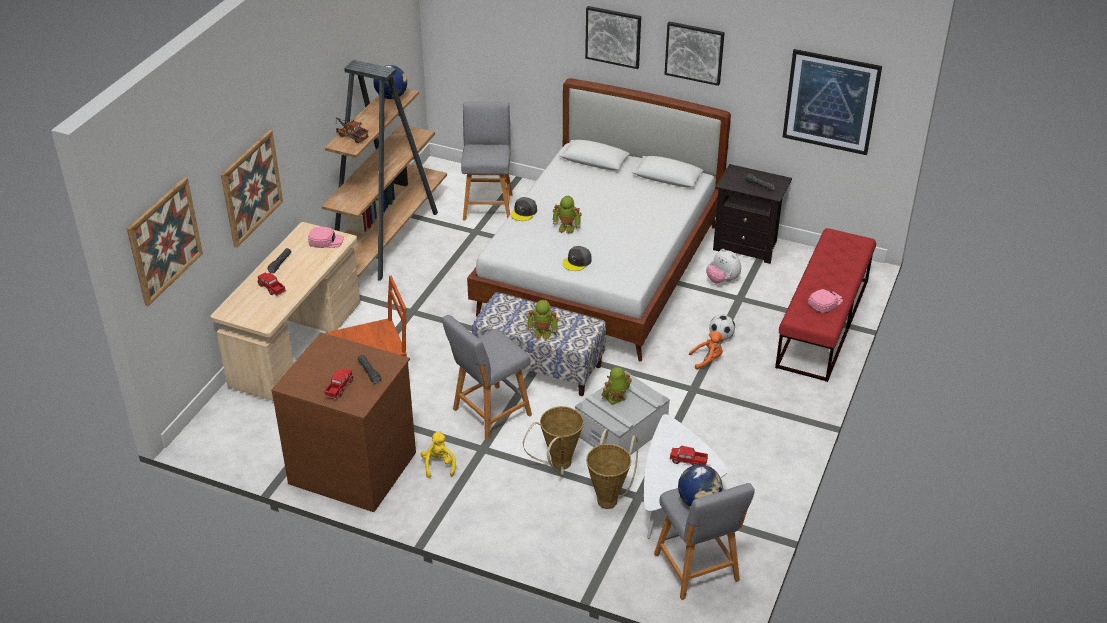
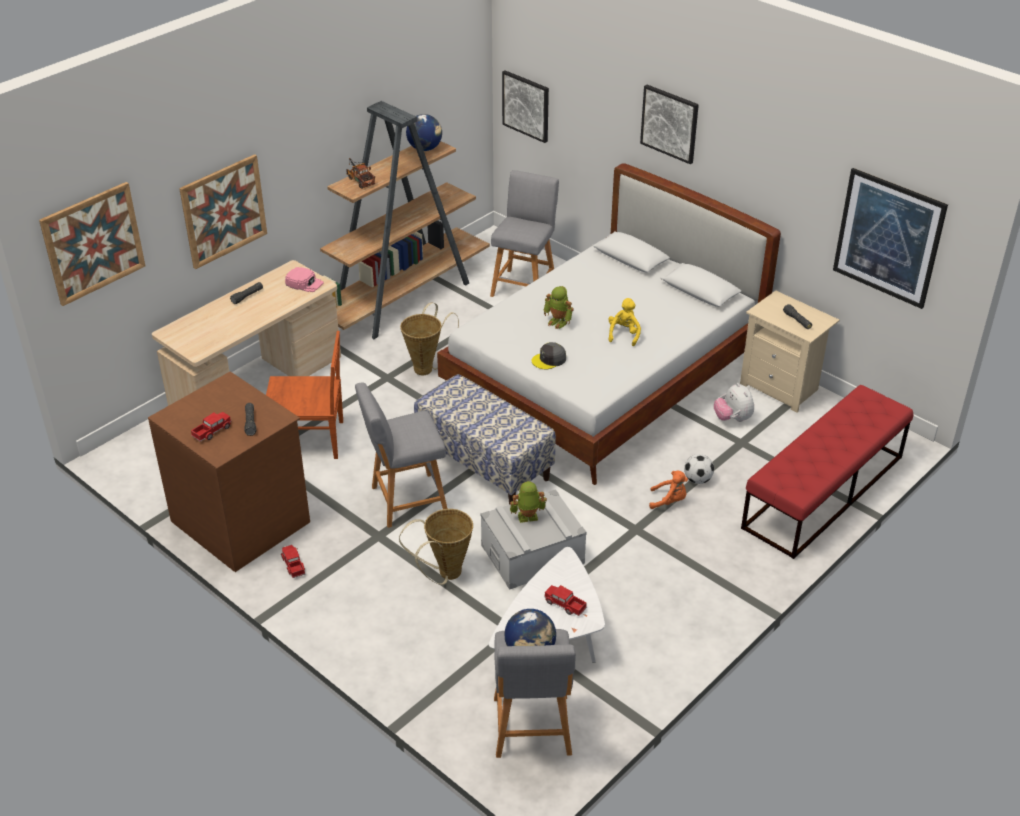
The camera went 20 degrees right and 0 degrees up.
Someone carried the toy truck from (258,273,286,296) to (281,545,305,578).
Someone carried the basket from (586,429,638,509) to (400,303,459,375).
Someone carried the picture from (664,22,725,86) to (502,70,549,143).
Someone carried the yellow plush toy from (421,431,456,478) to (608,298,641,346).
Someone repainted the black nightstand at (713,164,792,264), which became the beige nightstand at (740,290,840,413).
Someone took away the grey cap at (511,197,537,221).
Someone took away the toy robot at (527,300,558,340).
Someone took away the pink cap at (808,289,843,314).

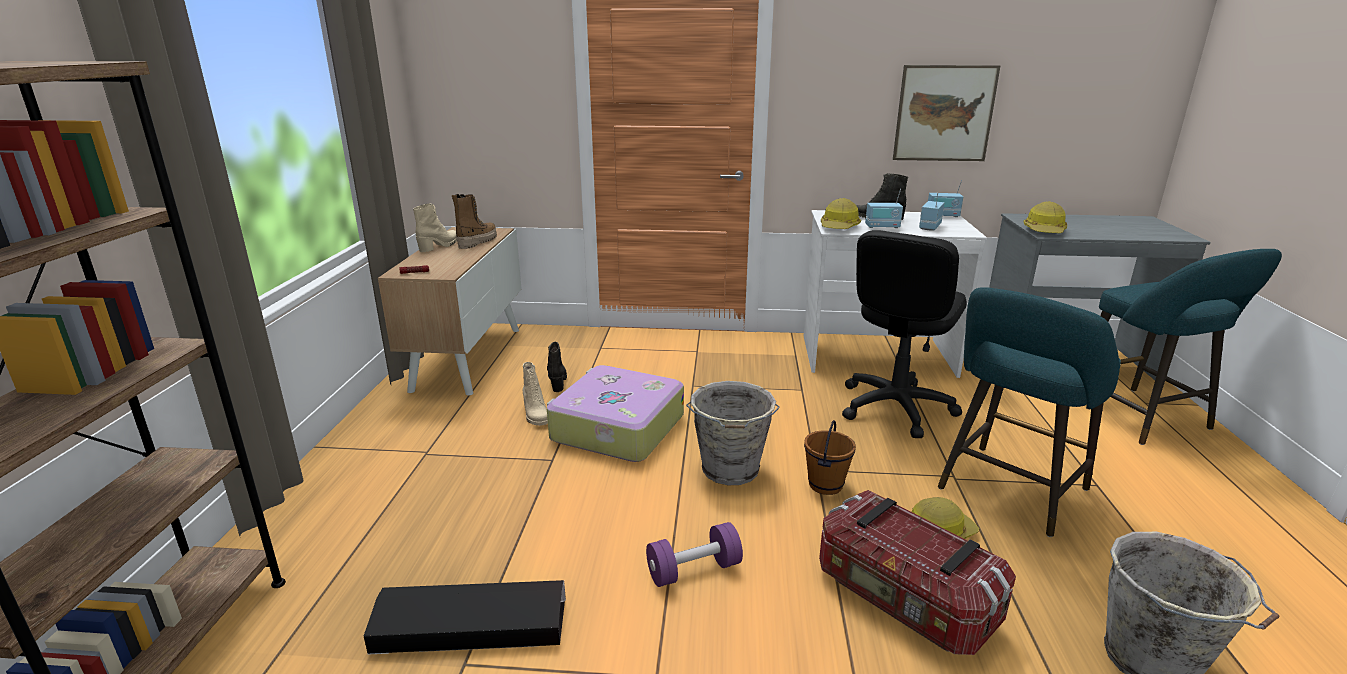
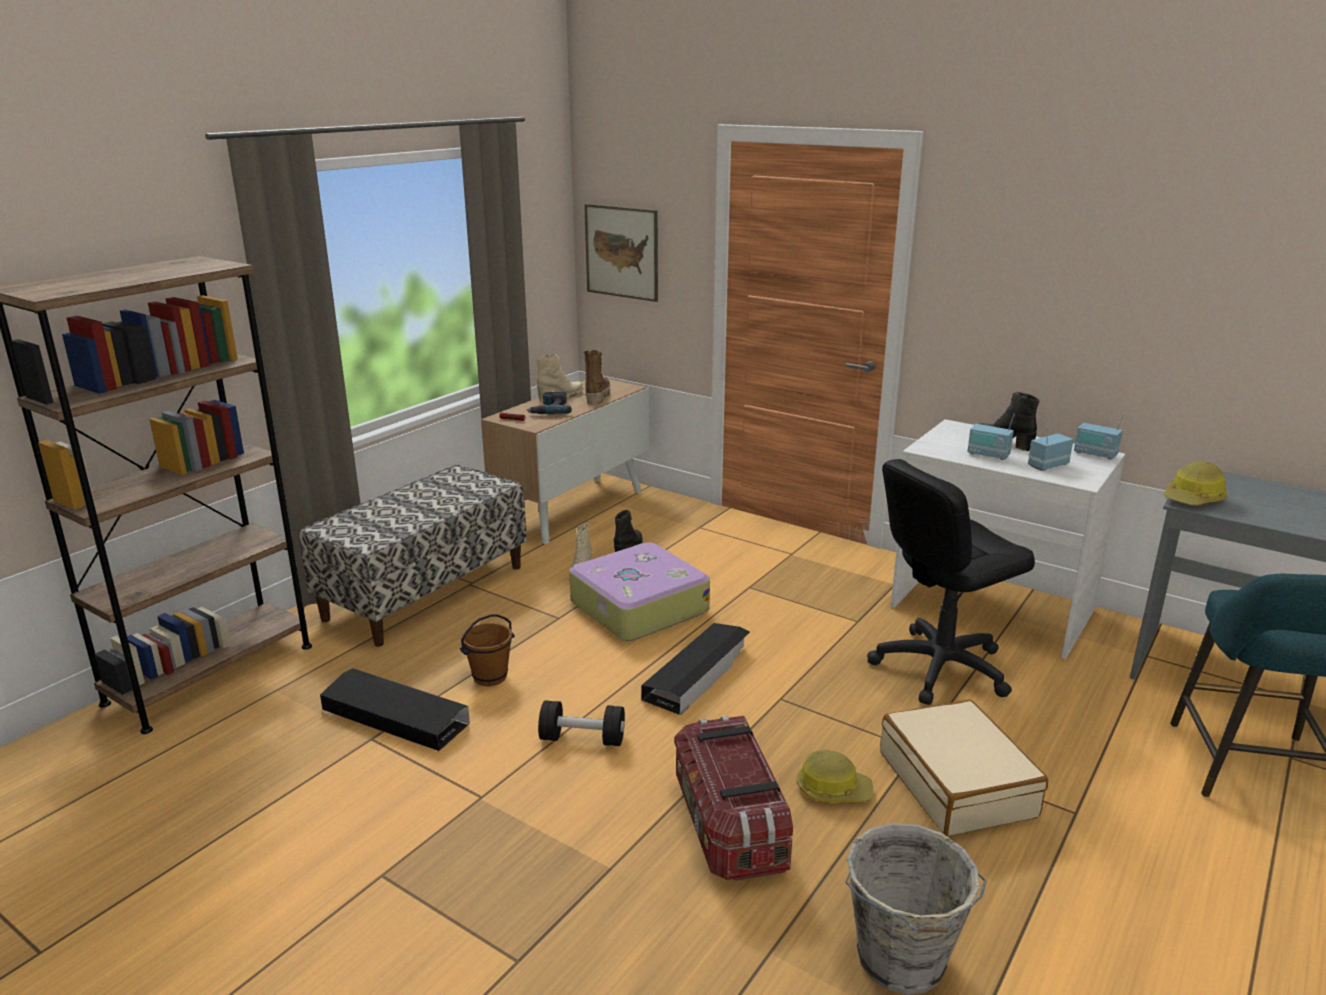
The camera went 30 degrees right and 0 degrees up.
Someone put down the bench at (299,465,527,647).
Someone carried the brown bucket from (804,420,856,495) to (460,614,515,686).
Someone put down the power drill at (526,392,572,414).
Someone repainted the purple dumbbell at (646,522,743,587), which became the black dumbbell at (538,700,625,746).
Someone carried the picture from (893,65,1000,161) to (584,204,658,302).
Someone rotated the boot at (452,194,497,249) by 45 degrees counterclockwise.
Someone swapped the grey bucket at (686,381,780,485) for the black storage box at (641,623,750,715).
Someone swapped the turquoise stool at (938,287,1121,537) for the beige suitcase at (880,699,1048,836).
Someone took away the hard hat at (821,198,861,229).

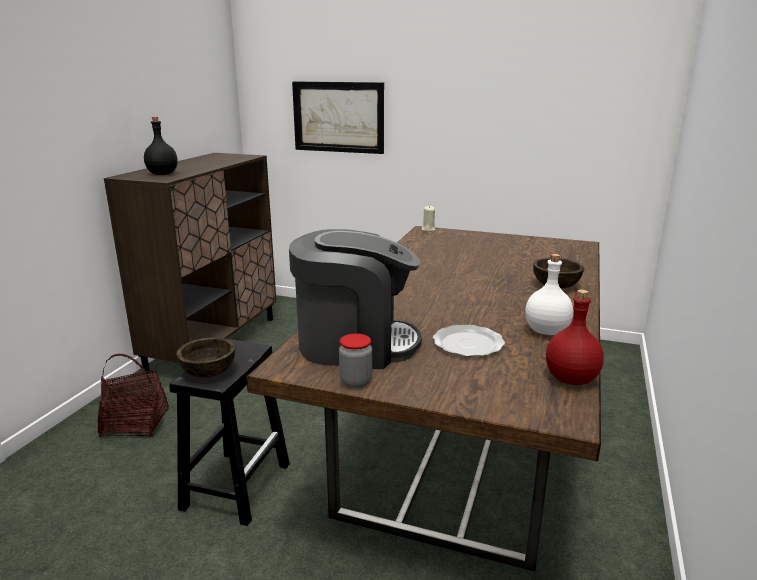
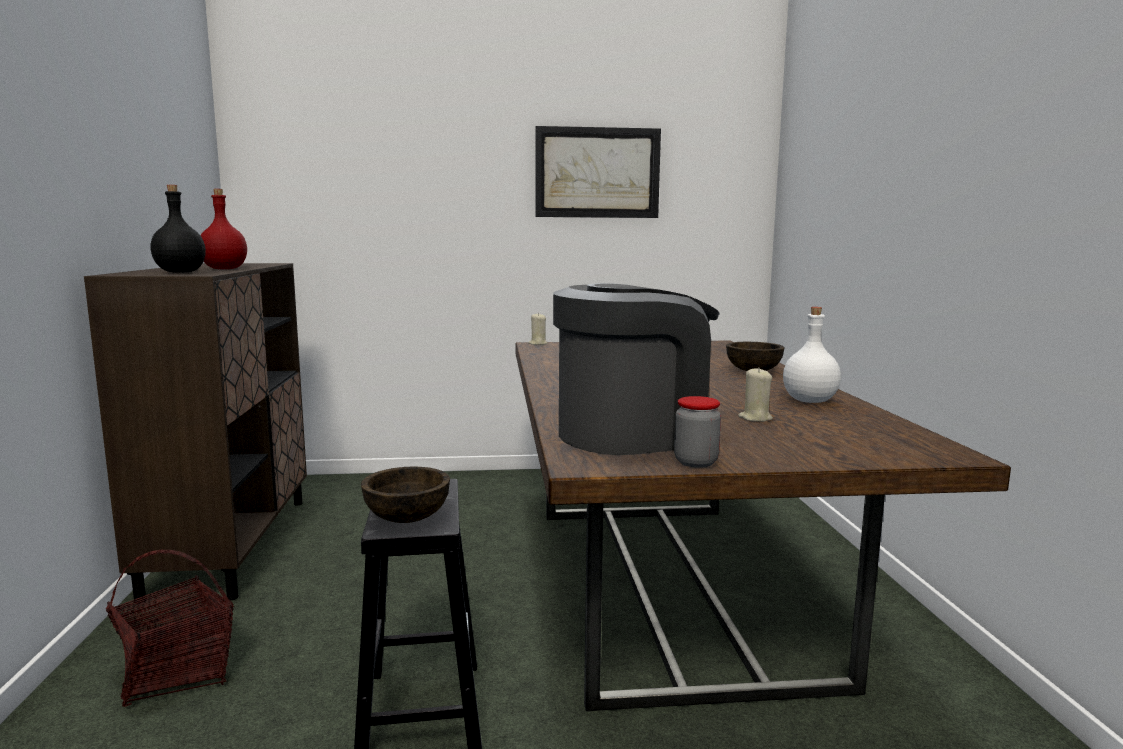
The camera went 25 degrees left and 10 degrees down.
Someone carried the red bottle from (546,289,604,385) to (201,189,247,269).
Someone carried the picture from (292,82,384,154) to (535,126,661,218).
Someone swapped the plate at (433,325,505,357) for the beige candle at (738,367,773,422).

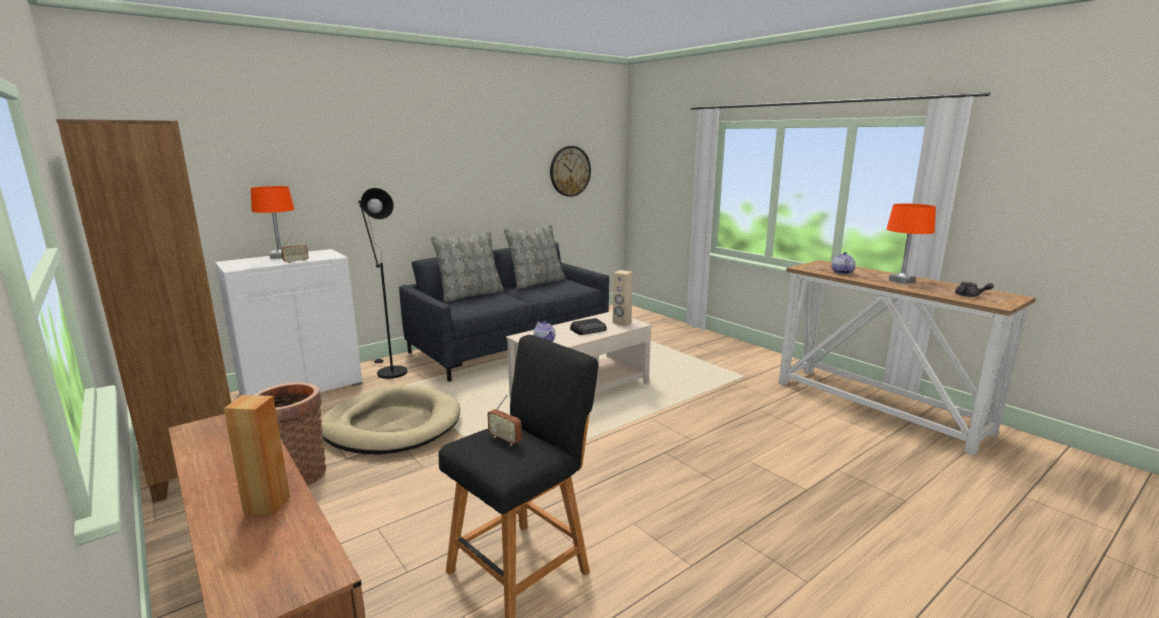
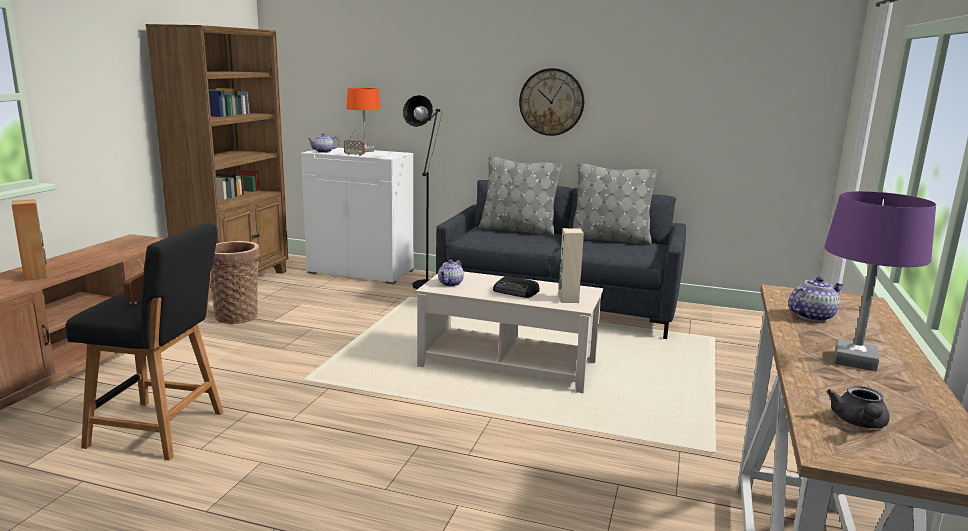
The camera went 55 degrees right and 0 degrees up.
Someone put down the teapot at (307,133,340,153).
Someone carried the wall clock from (550,146,591,197) to (519,68,584,136).
Someone repainted the orange table lamp at (887,204,936,284), which became the purple table lamp at (824,191,936,372).
Someone took away the beige dog bed at (321,385,460,454).

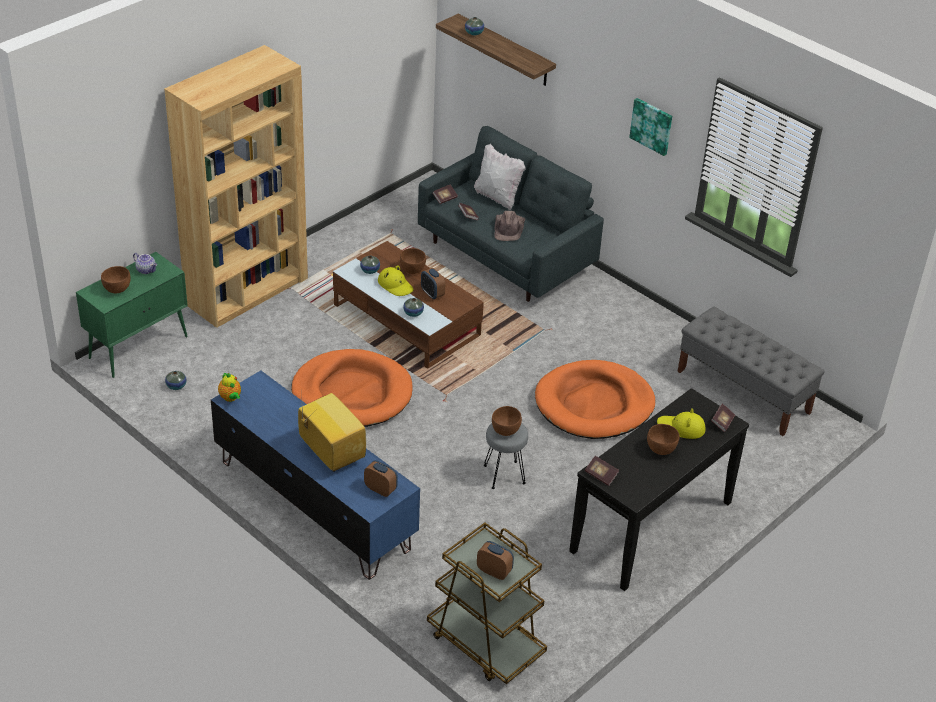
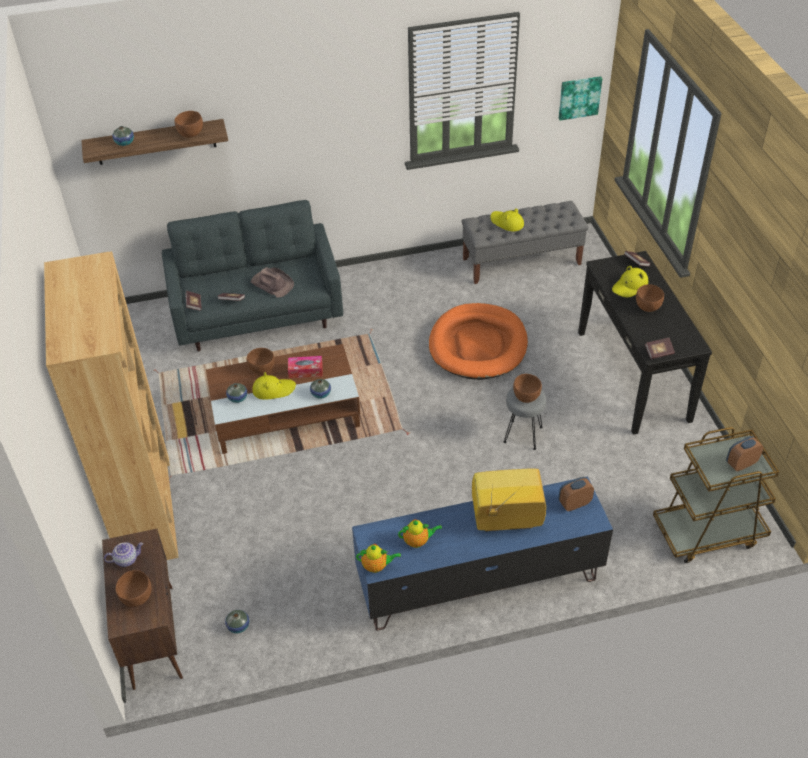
The camera went 55 degrees left and 5 degrees up.
Someone repainted the green cabinet at (76,252,188,378), which became the brown cabinet at (102,529,183,690).
Someone put down the brown bowl at (175,111,203,138).
Someone swapped the alarm clock at (421,268,445,299) for the tissue box at (288,356,322,378).
Someone put down the teapot at (398,519,442,548).
Someone put down the yellow hat at (490,208,524,231).
Someone carried the picture from (629,98,672,156) to (559,76,602,121).
Someone took away the orange dog bed at (291,349,412,427).
Someone took away the white pillow at (474,144,526,210).

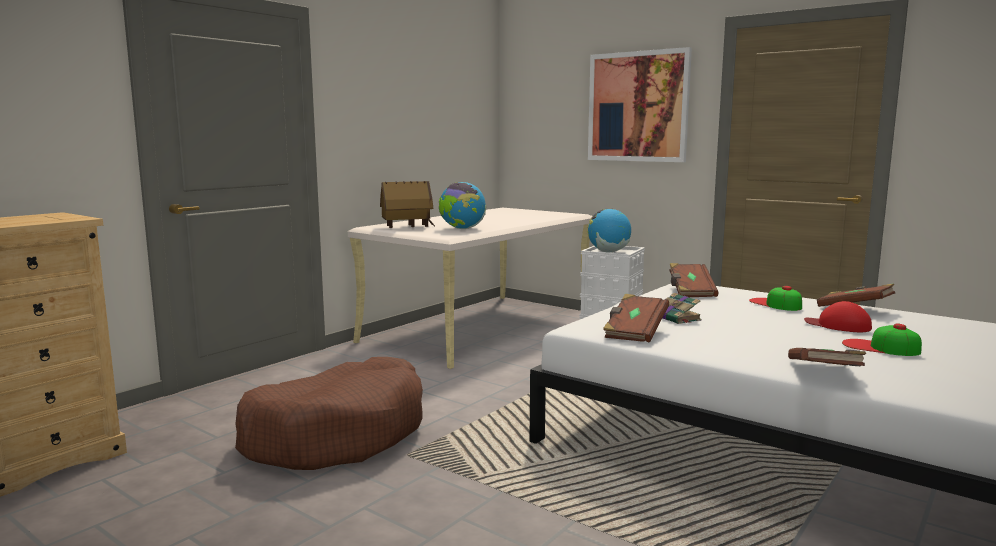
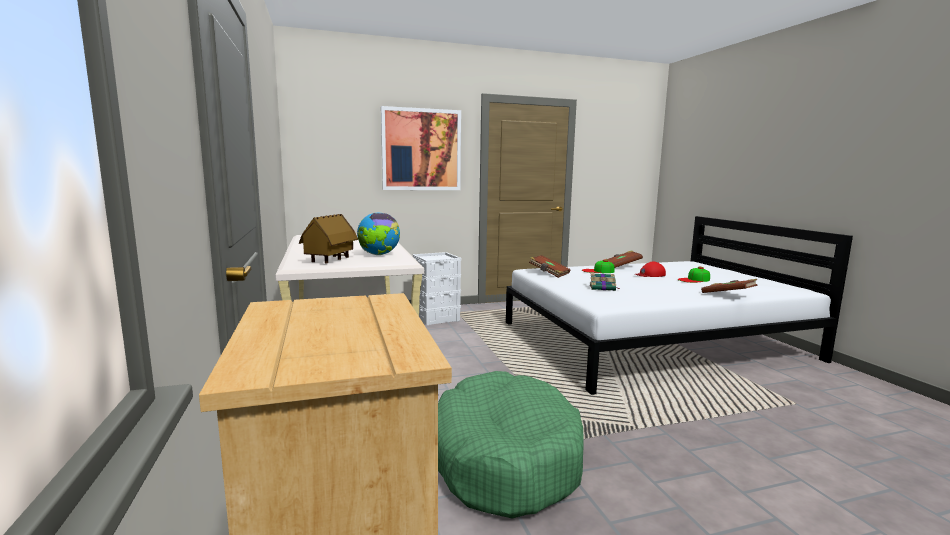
The camera went 55 degrees left and 0 degrees up.
Someone repainted the brown dog bed at (235,357,423,470), which became the green dog bed at (438,371,584,519).
Someone took away the globe at (588,209,631,252).
Someone took away the brown book at (603,294,669,343).

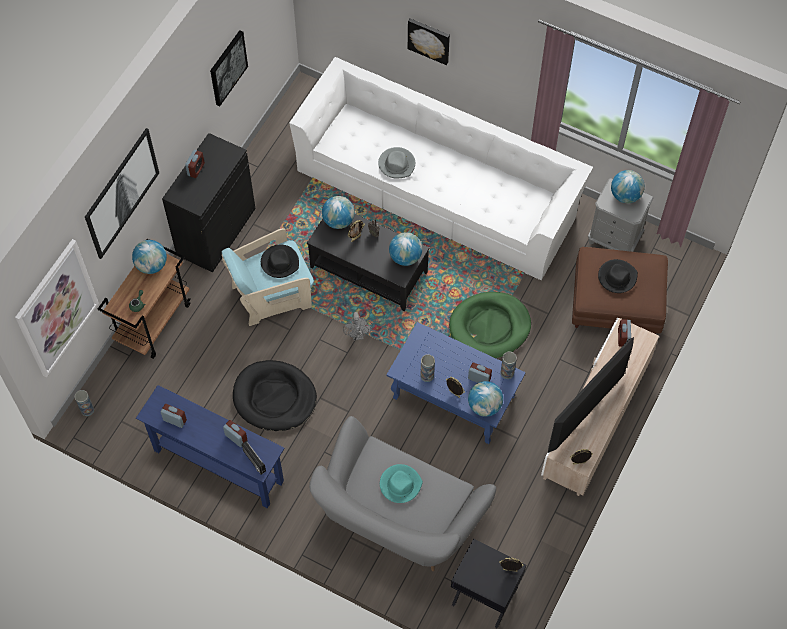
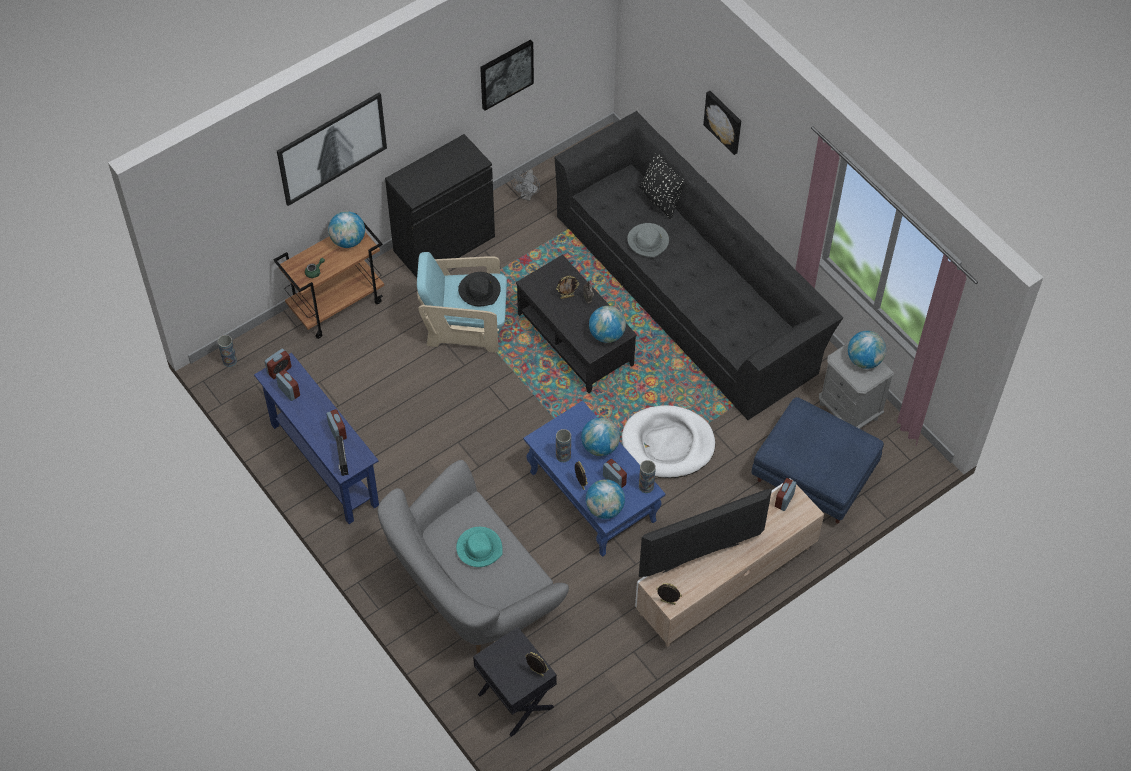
The camera went 25 degrees right and 5 degrees down.
Someone carried the alarm clock from (185,150,205,178) to (264,348,292,379).
Someone carried the grey fan from (343,312,373,341) to (510,169,540,201).
Someone repainted the white sofa at (289,57,593,281), which became the black sofa at (554,111,844,420).
Someone carried the globe from (322,196,355,229) to (581,418,620,456).
Someone repainted the green dog bed at (449,292,531,358), which became the white dog bed at (622,405,715,478).
Someone put down the black pillow at (639,151,686,219).
Someone repainted the brown ottoman at (572,247,668,334), which became the blue ottoman at (752,397,884,524).
Someone took away the picture at (15,239,99,377).
Someone took away the black dog bed at (233,360,317,431).
Someone took away the black hat at (598,259,638,293).

